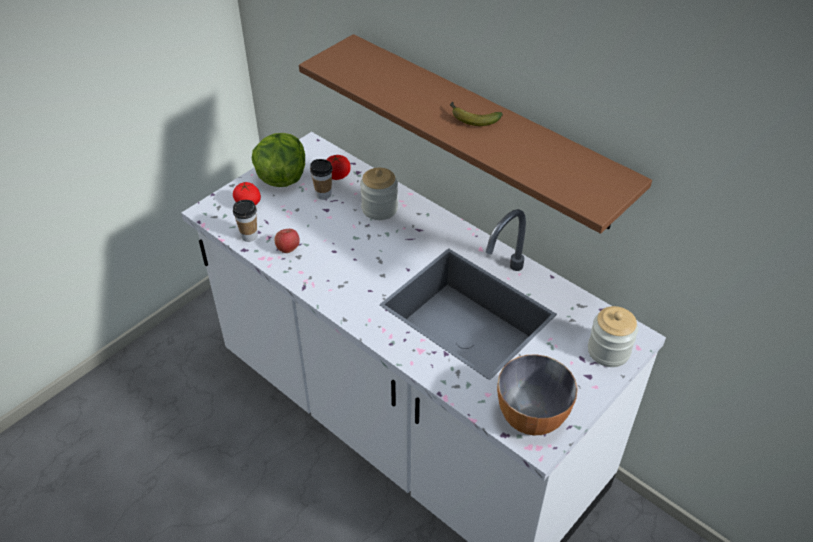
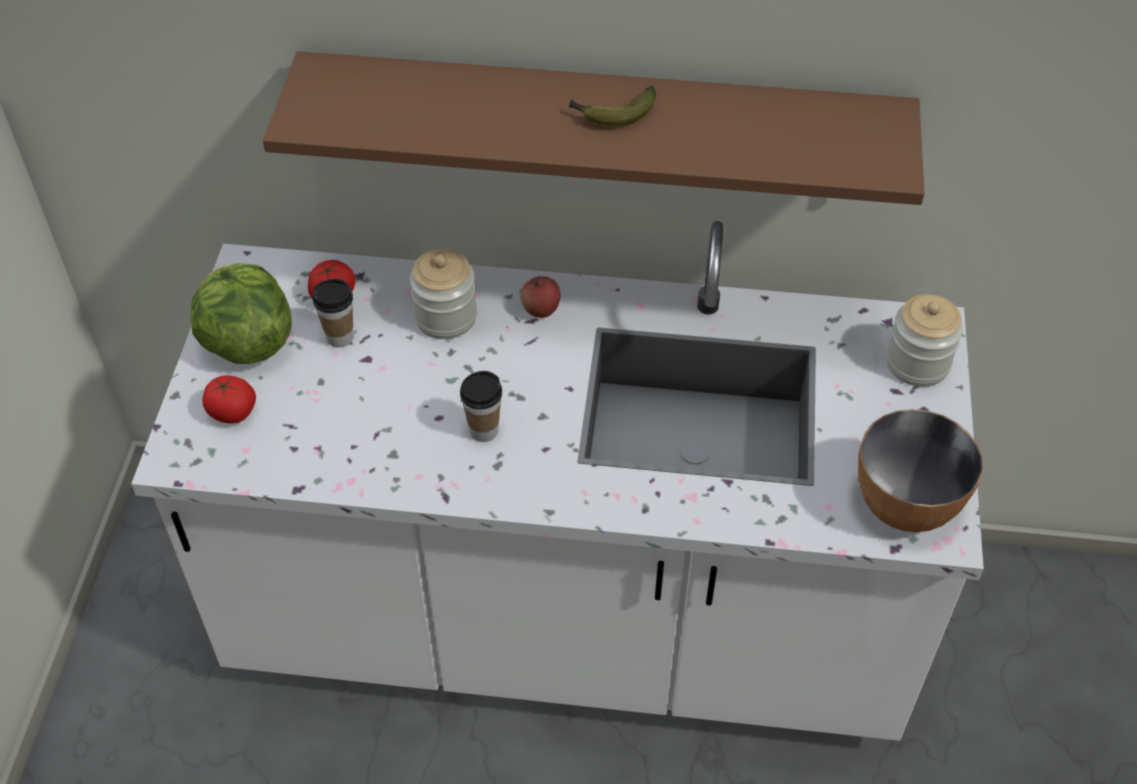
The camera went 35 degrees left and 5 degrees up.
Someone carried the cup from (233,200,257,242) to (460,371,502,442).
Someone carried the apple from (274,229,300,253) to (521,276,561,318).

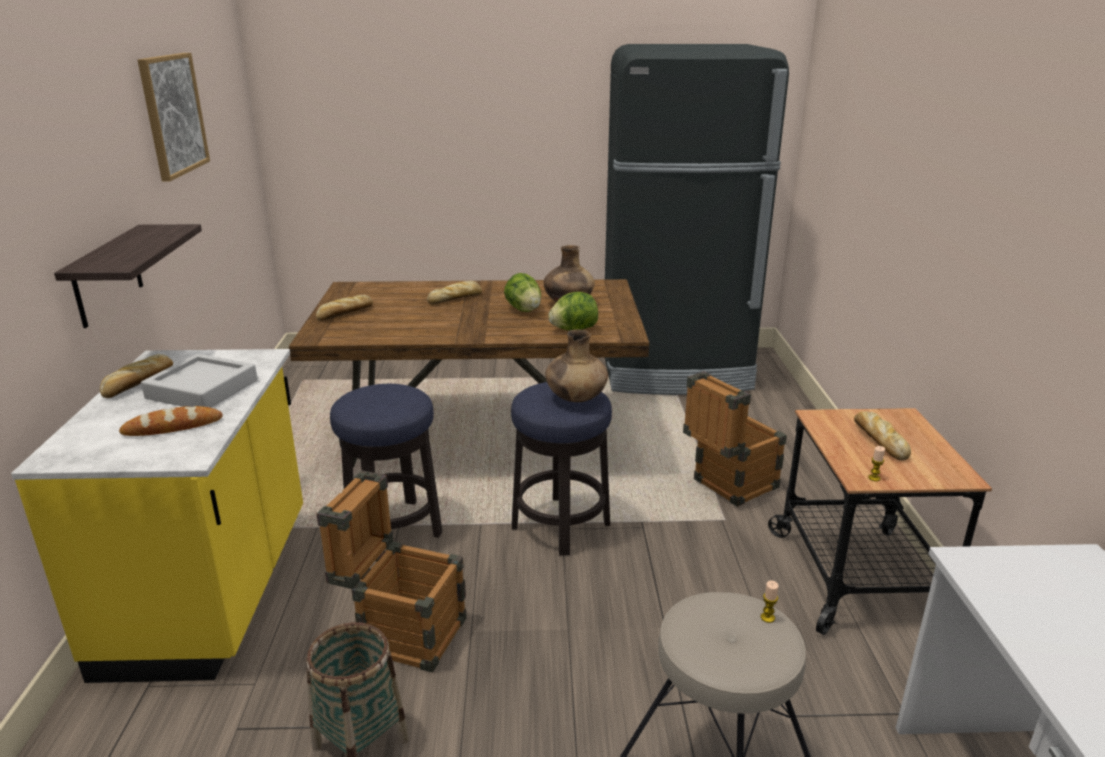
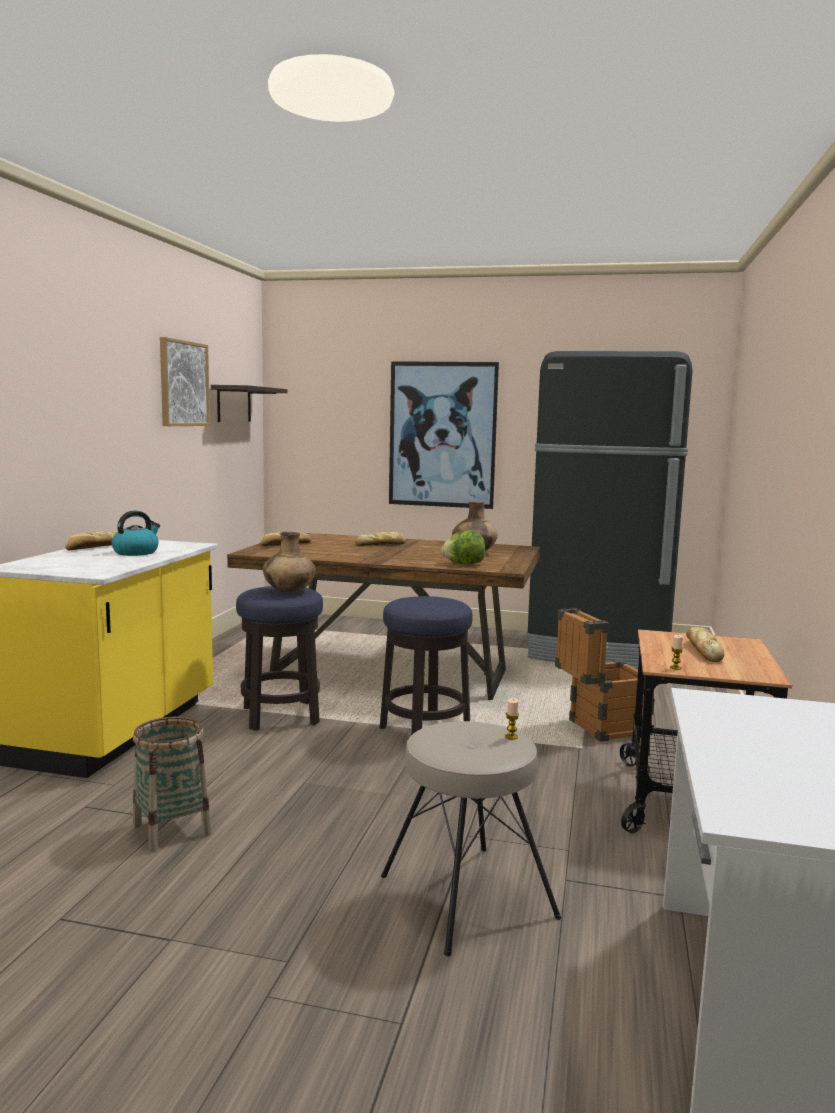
The camera went 15 degrees right and 15 degrees down.
Someone swapped the grey tray at (141,354,258,408) for the kettle at (112,511,160,556).
Someone carried the shelf from (54,224,202,328) to (211,385,288,422).
Someone carried the brown vase from (545,329,608,402) to (263,532,316,593).
Someone put up the picture at (389,361,499,509).
Someone took away the bread at (119,406,223,436).
Someone took away the crate at (317,470,466,673).
Someone took away the lettuce at (504,273,541,312).

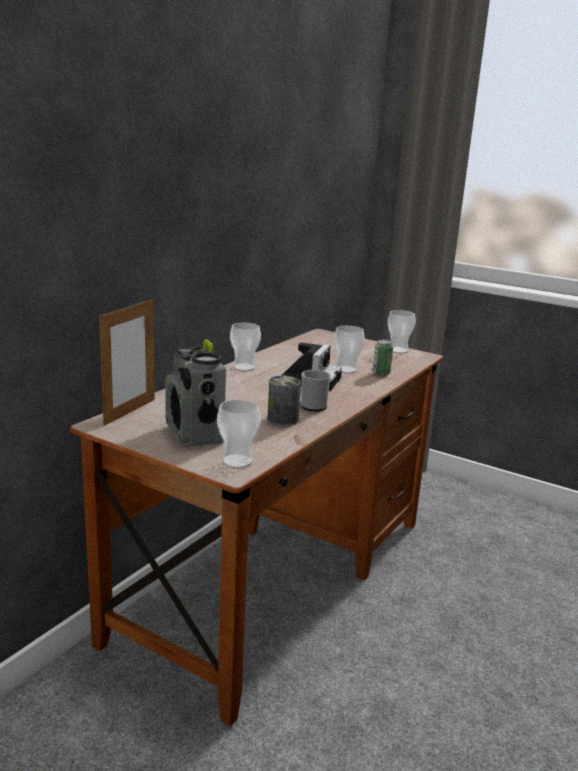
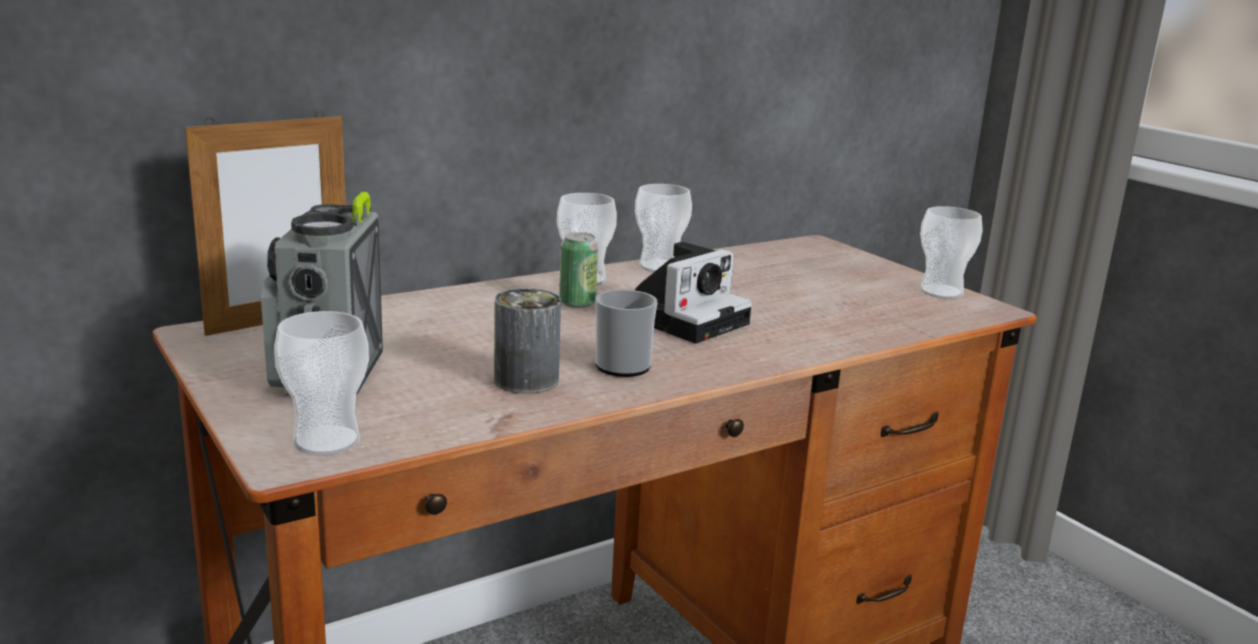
The camera went 25 degrees right and 0 degrees up.
Someone carried the can from (373,340,393,376) to (559,232,598,308).
Someone carried the cup from (334,326,365,374) to (635,184,692,272).

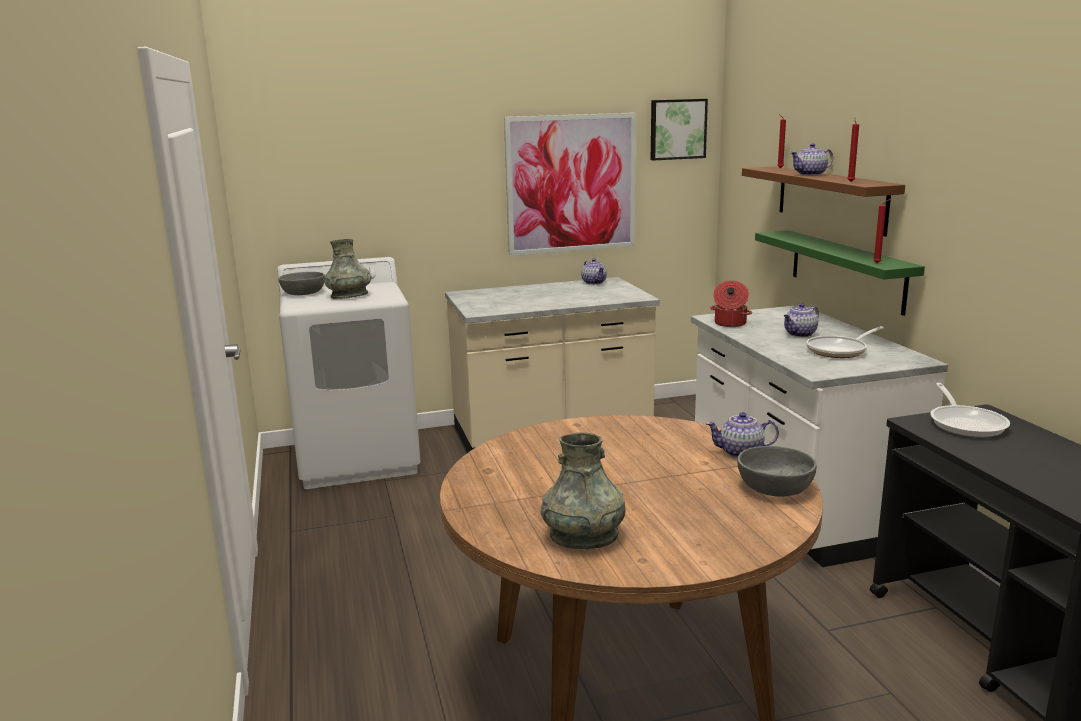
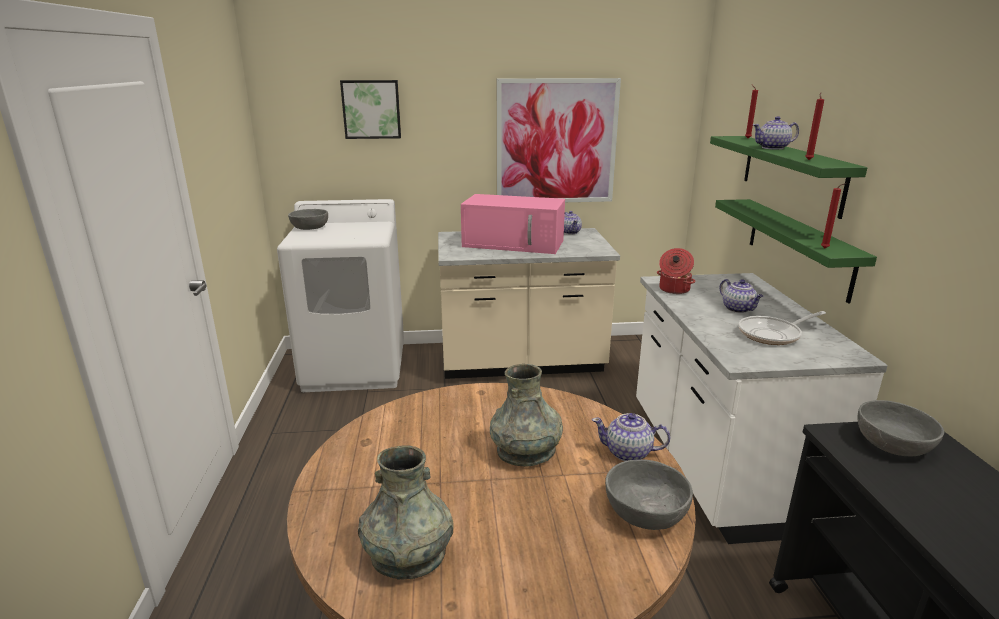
The camera went 10 degrees right and 5 degrees up.
Someone carried the picture from (651,99,708,161) to (340,80,401,139).
Someone put down the pink microwave at (461,194,565,254).
Someone carried the grey vase from (324,239,371,299) to (490,364,563,467).
Someone repainted the brown shelf at (742,166,905,236), which became the green shelf at (710,136,867,219).
Someone rotated the teapot at (784,303,819,337) by 90 degrees counterclockwise.
Someone swapped the frying pan at (930,383,1010,438) for the grey bowl at (858,400,944,456).

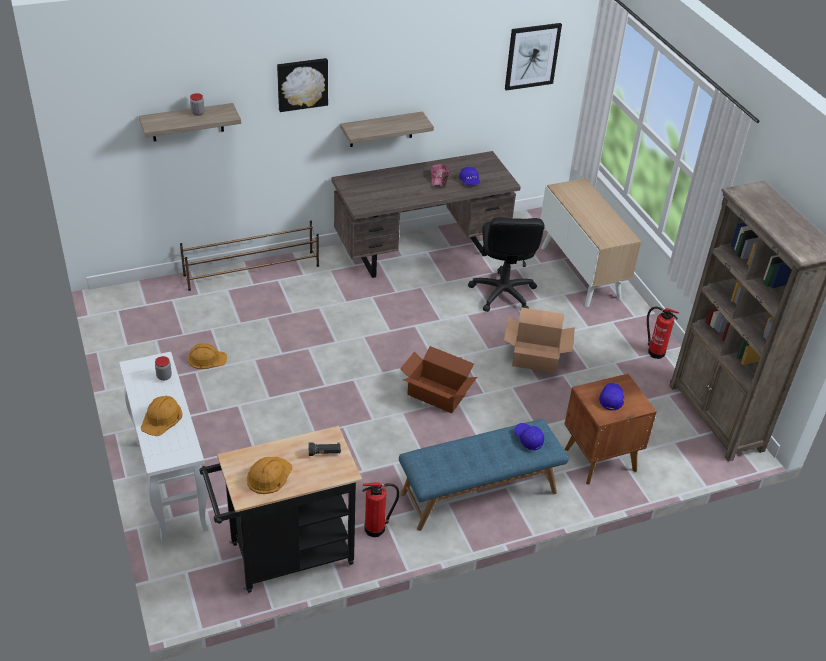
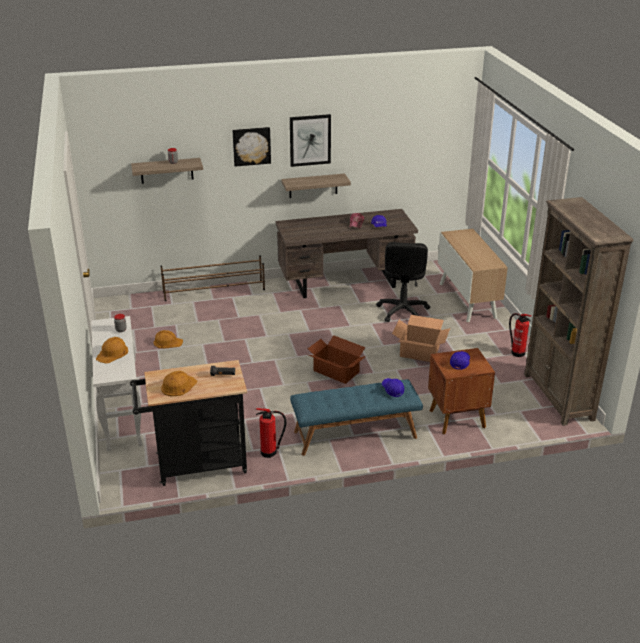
The camera went 10 degrees right and 10 degrees down.
Someone carried the picture from (505,23,562,91) to (290,114,331,167).

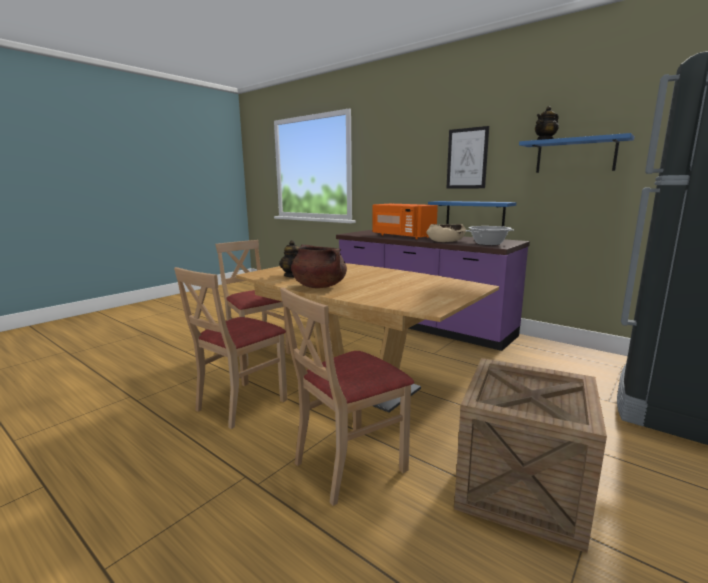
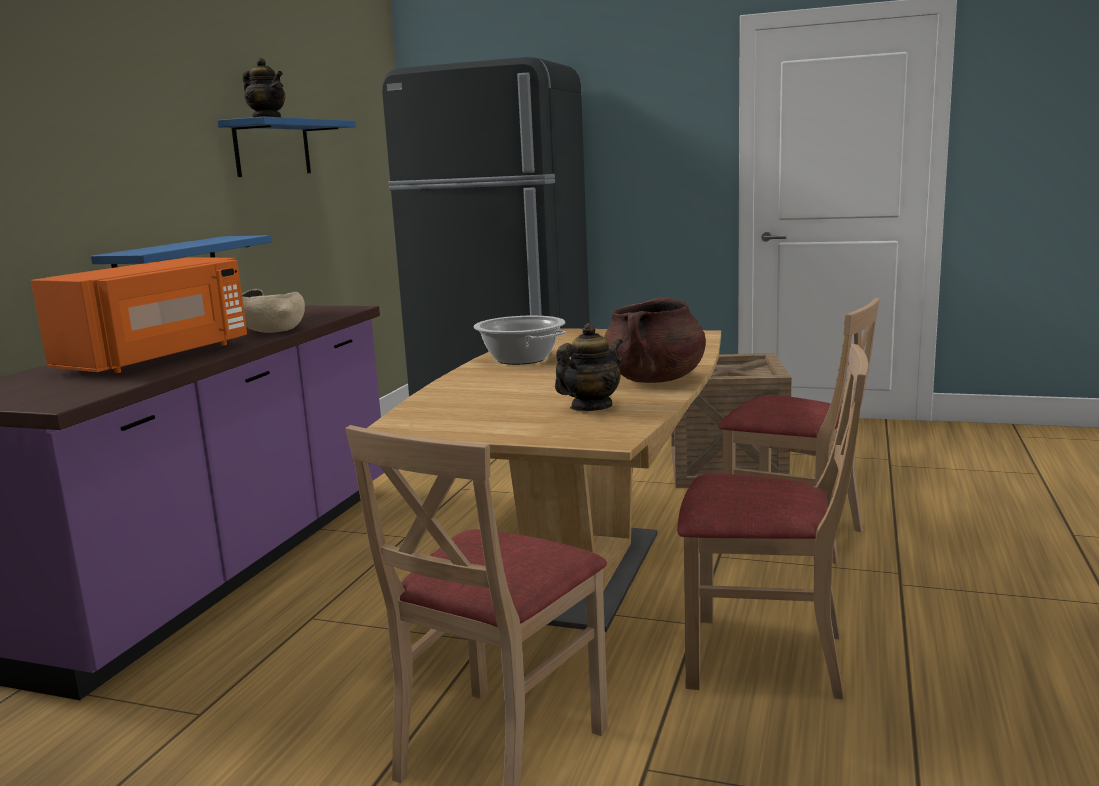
The camera went 110 degrees left and 0 degrees up.
Someone carried the cooking pot from (465,226,514,246) to (473,316,566,365).
Someone took away the picture at (447,126,489,189).

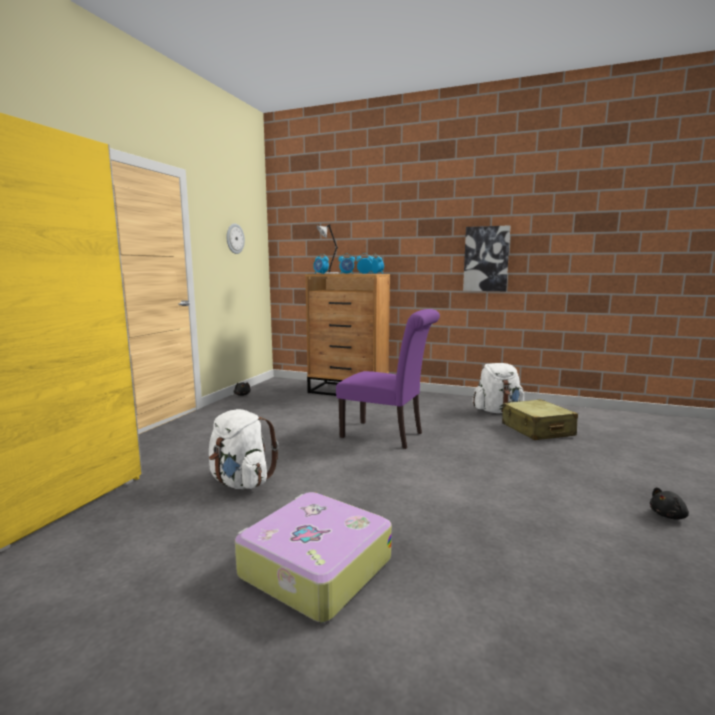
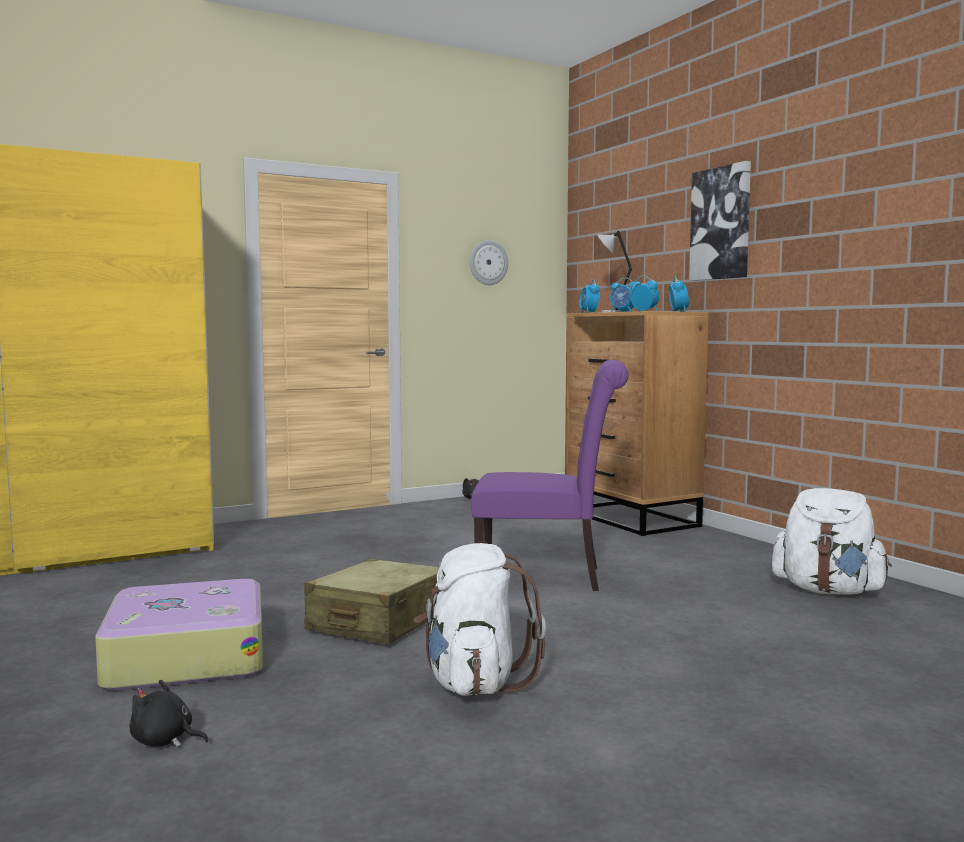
The camera went 40 degrees right and 5 degrees down.
Someone carried the black plush toy from (650,487,689,520) to (129,680,209,747).
Someone carried the beige suitcase from (502,399,578,440) to (304,559,439,644).
Someone carried the white backpack from (209,409,279,489) to (413,543,546,696).
Someone rotated the purple chair at (336,309,440,449) by 60 degrees counterclockwise.
Someone carried the picture from (463,225,510,291) to (689,161,751,281).

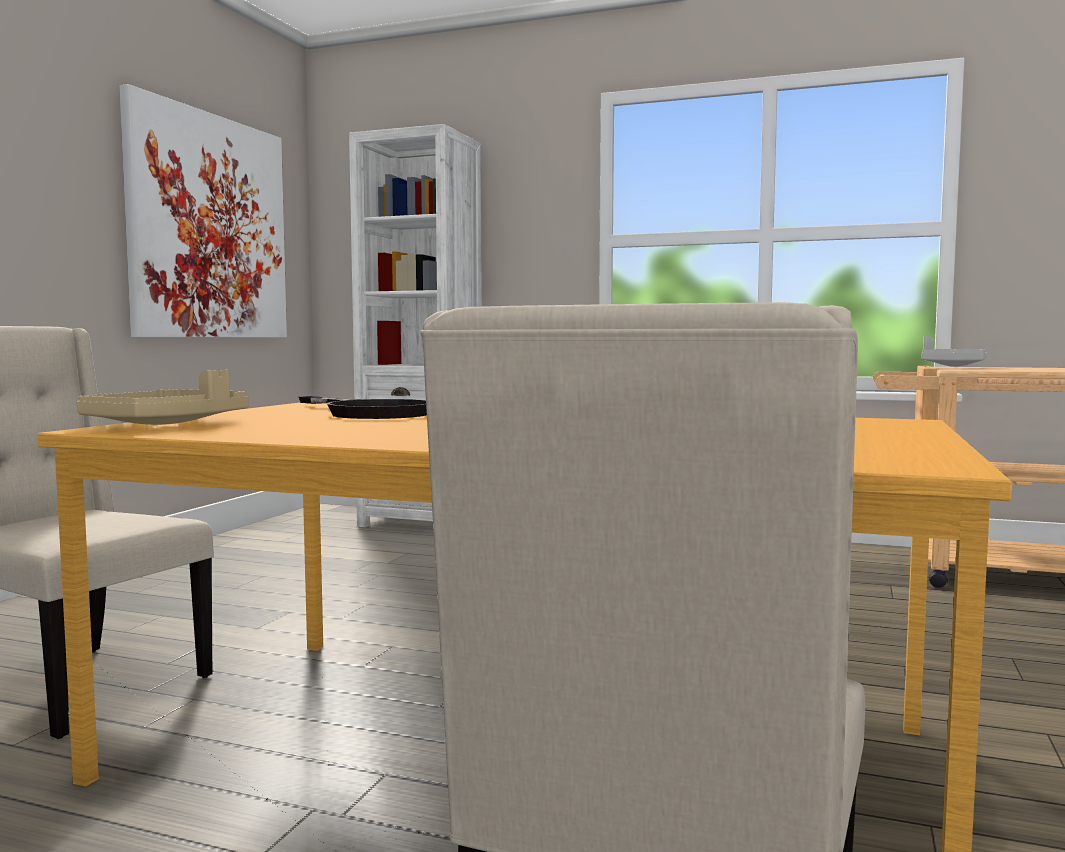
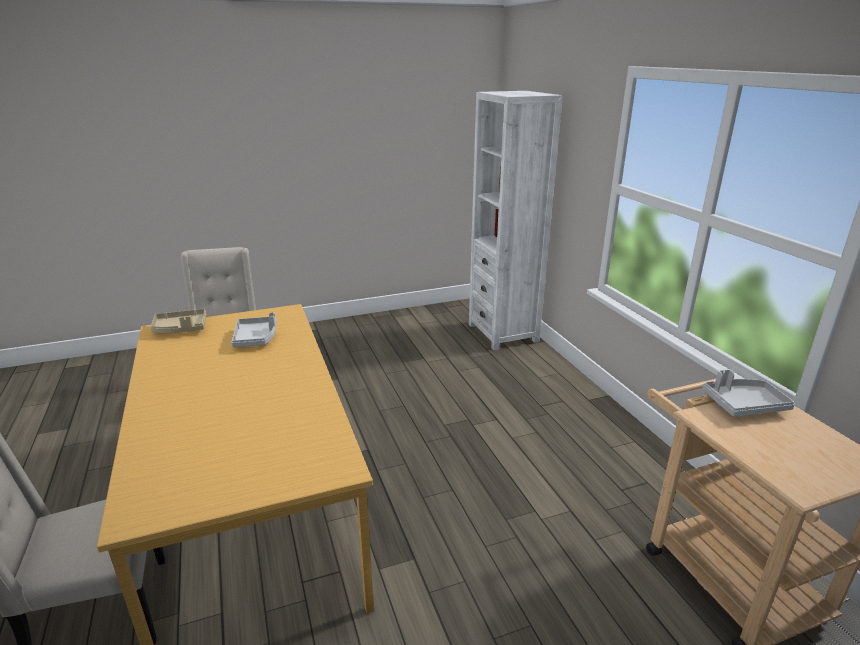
The camera went 50 degrees right and 20 degrees up.
Someone swapped the black frying pan at (299,396,427,419) for the grey tray at (231,312,277,347).
Someone took away the picture at (119,84,287,337).

